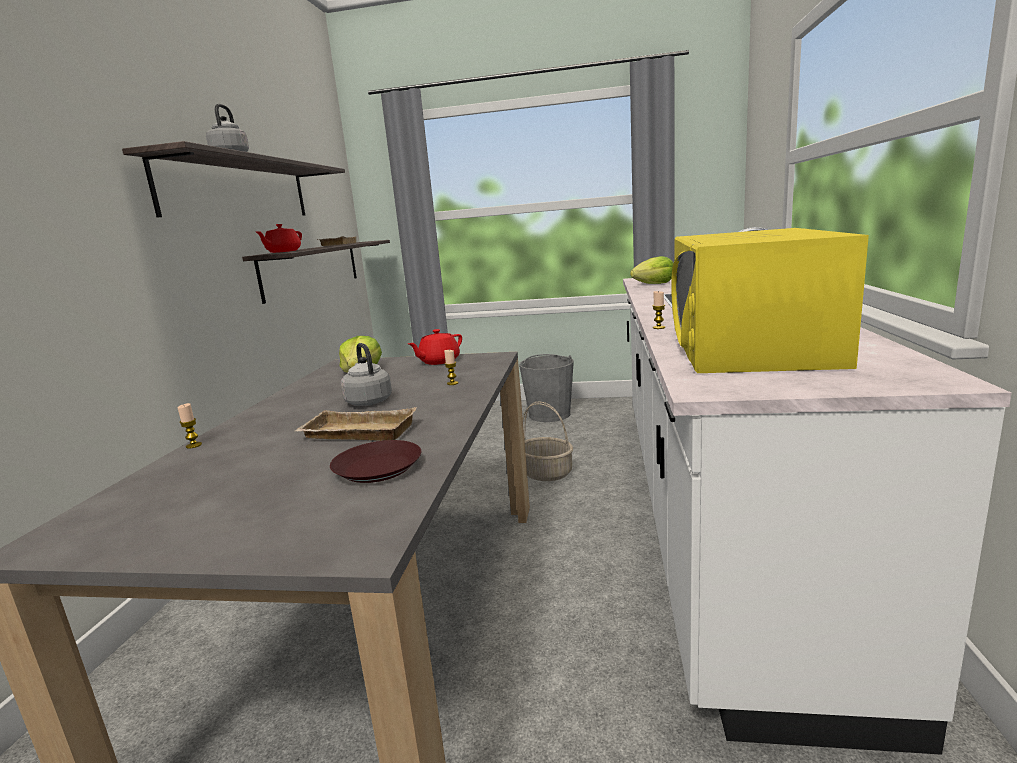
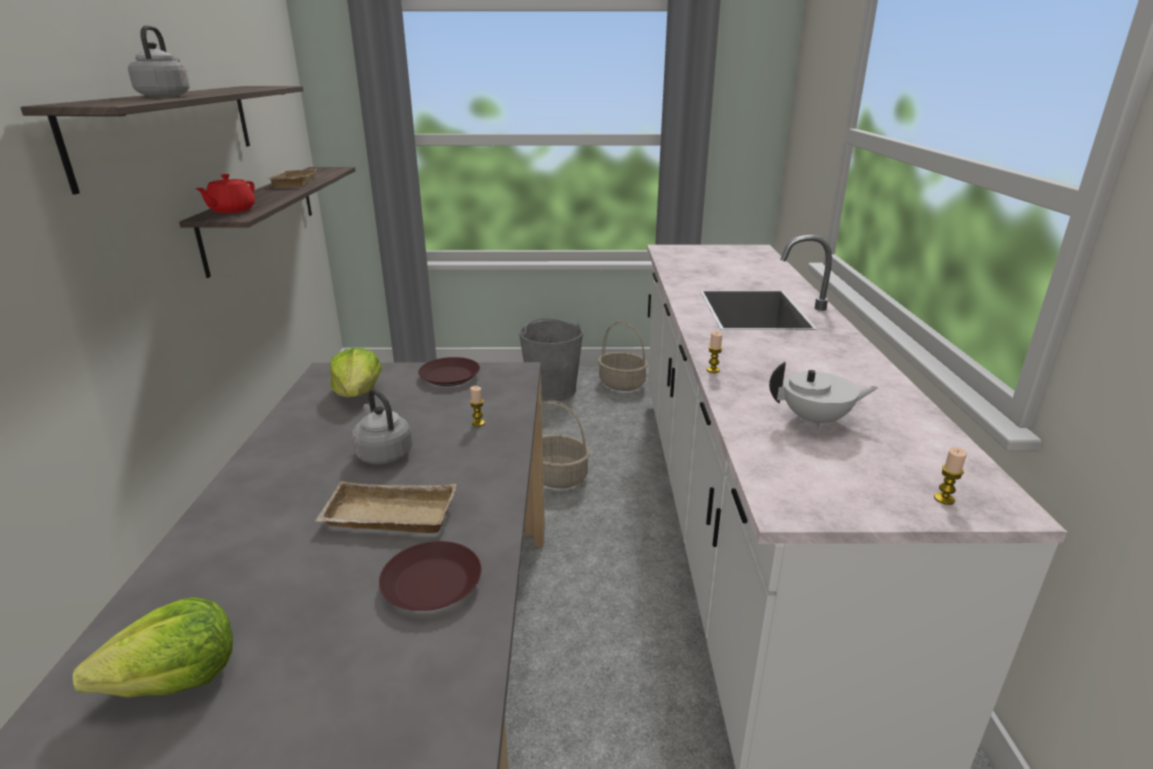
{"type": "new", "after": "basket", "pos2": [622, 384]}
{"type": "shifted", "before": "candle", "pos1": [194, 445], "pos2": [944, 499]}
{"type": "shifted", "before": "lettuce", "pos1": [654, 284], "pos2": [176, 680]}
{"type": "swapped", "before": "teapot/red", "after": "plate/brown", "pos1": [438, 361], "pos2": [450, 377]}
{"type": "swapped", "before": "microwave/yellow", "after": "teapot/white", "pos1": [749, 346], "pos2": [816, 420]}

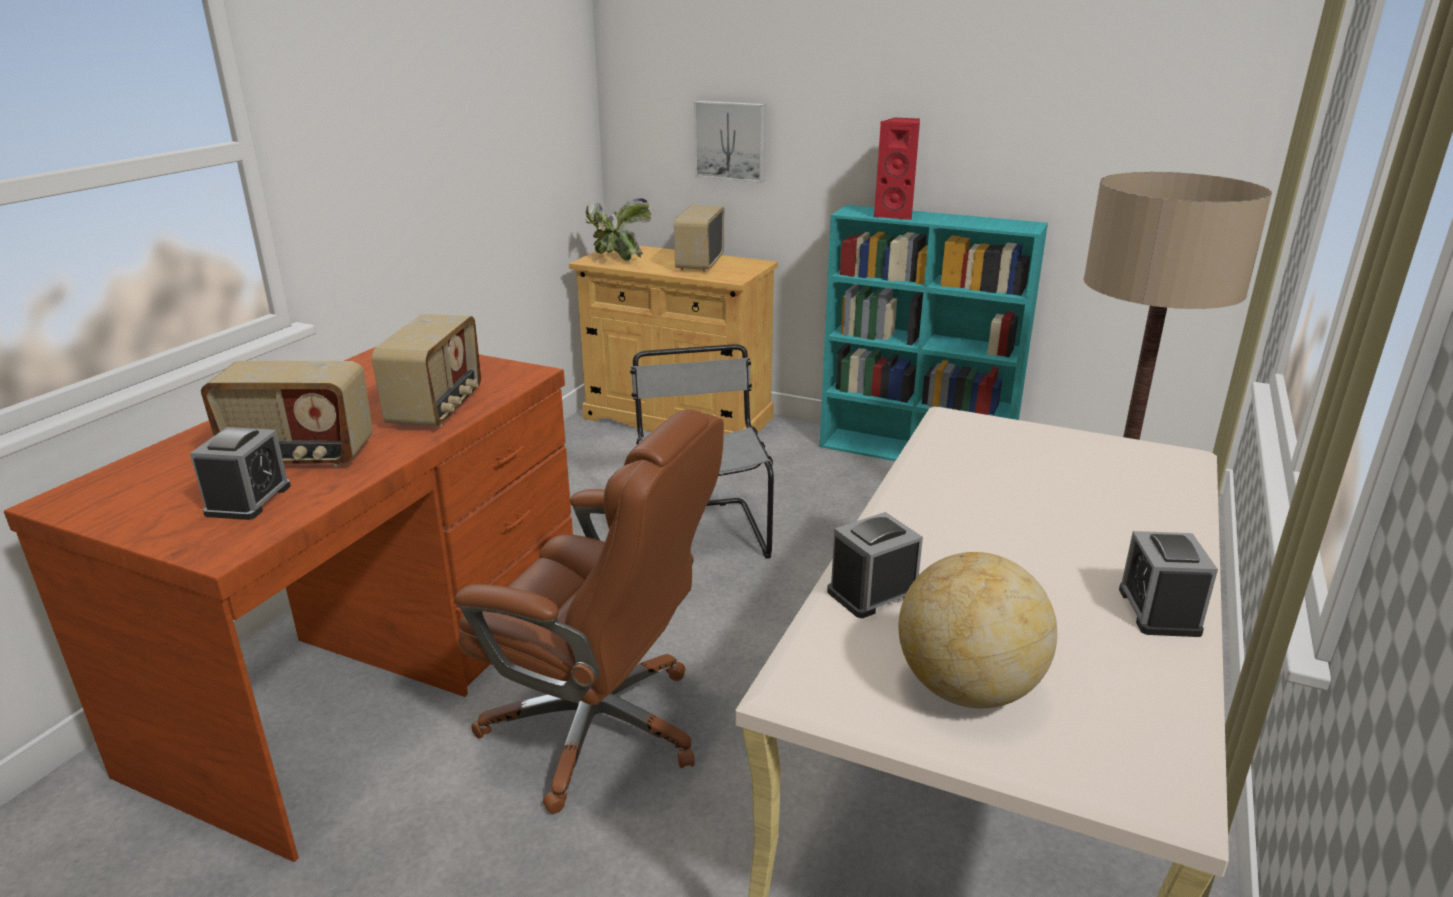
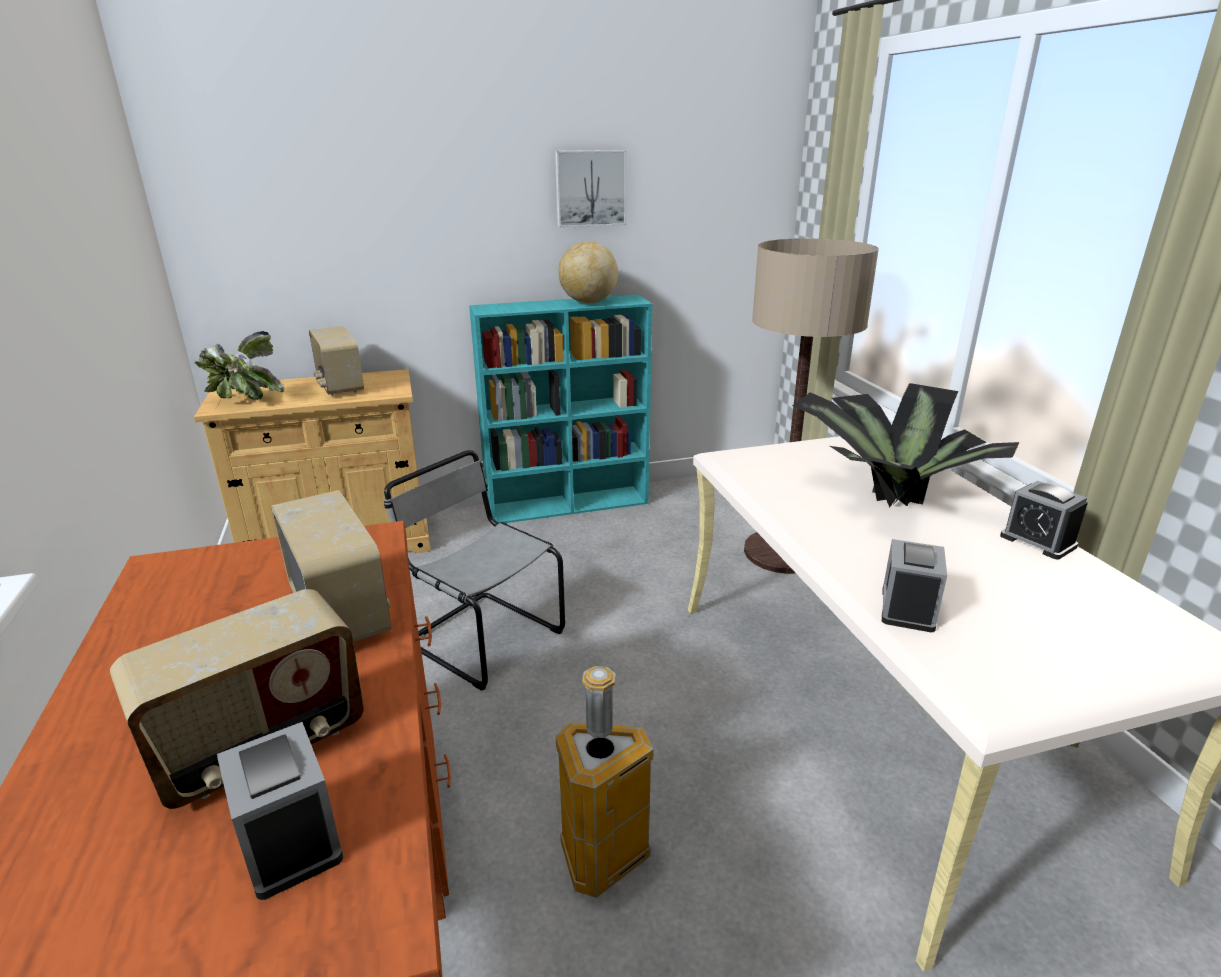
{"type": "gone", "before": "speaker/red", "pos1": [896, 215]}
{"type": "new", "after": "potted plant", "pos2": [888, 492]}
{"type": "shifted", "before": "picture", "pos1": [731, 141], "pos2": [590, 188]}
{"type": "shifted", "before": "globe", "pos1": [967, 689], "pos2": [588, 302]}
{"type": "swapped", "before": "office chair/brown", "after": "trash can", "pos1": [600, 728], "pos2": [604, 859]}

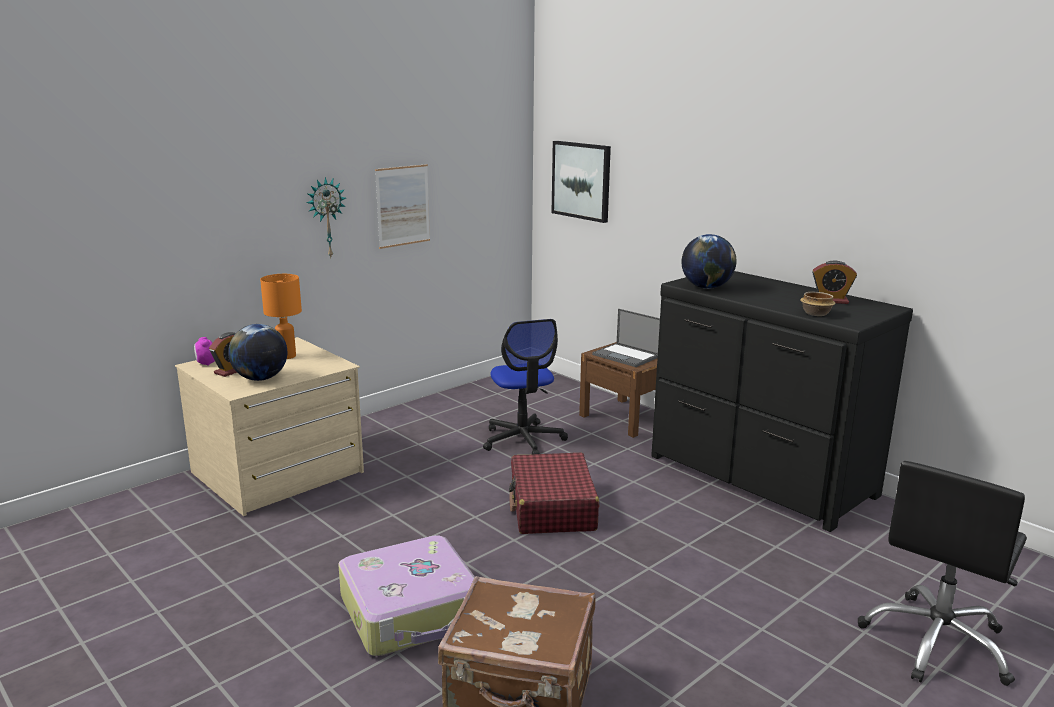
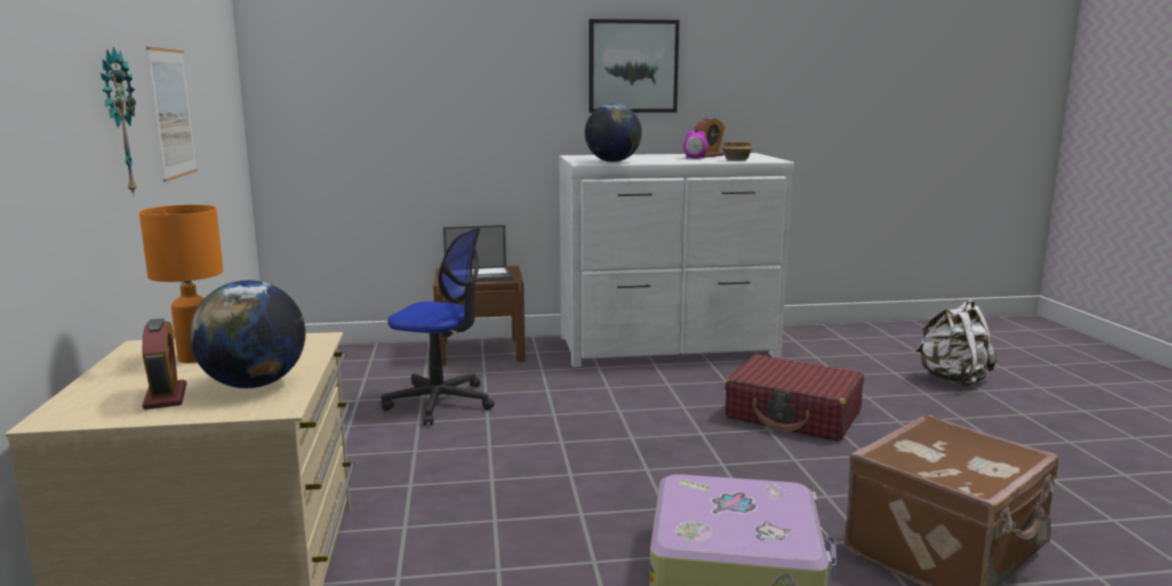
{"type": "shifted", "before": "alarm clock", "pos1": [206, 363], "pos2": [695, 158]}
{"type": "shifted", "before": "suitcase/red", "pos1": [552, 508], "pos2": [793, 415]}
{"type": "shifted", "before": "picture", "pos1": [581, 180], "pos2": [632, 66]}
{"type": "swapped", "before": "office chair/black", "after": "backpack/white", "pos1": [937, 642], "pos2": [952, 380]}
{"type": "repainted", "before": "dresser/black", "after": "dresser/white", "pos1": [759, 477], "pos2": [668, 347]}

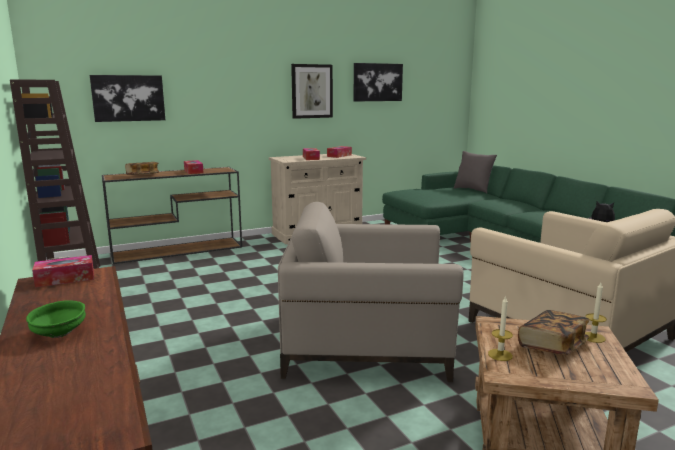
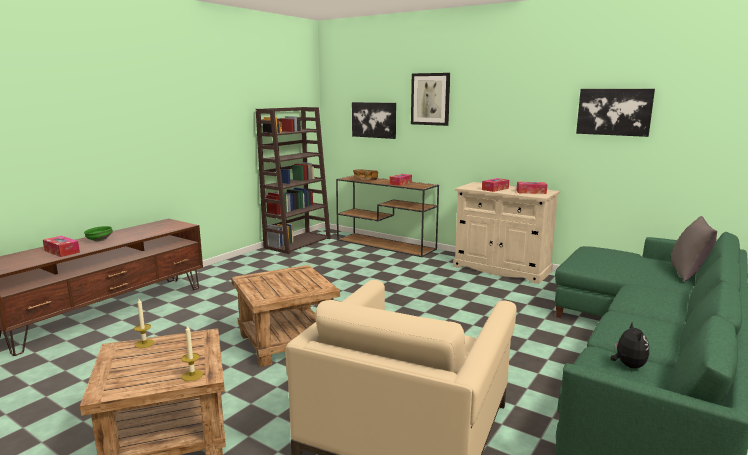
{"type": "gone", "before": "book", "pos1": [552, 346]}
{"type": "shifted", "before": "tissue box", "pos1": [65, 279], "pos2": [62, 251]}
{"type": "shifted", "before": "picture", "pos1": [311, 91], "pos2": [430, 99]}
{"type": "swapped", "before": "armchair/beige", "after": "side table/brown", "pos1": [366, 342], "pos2": [287, 341]}

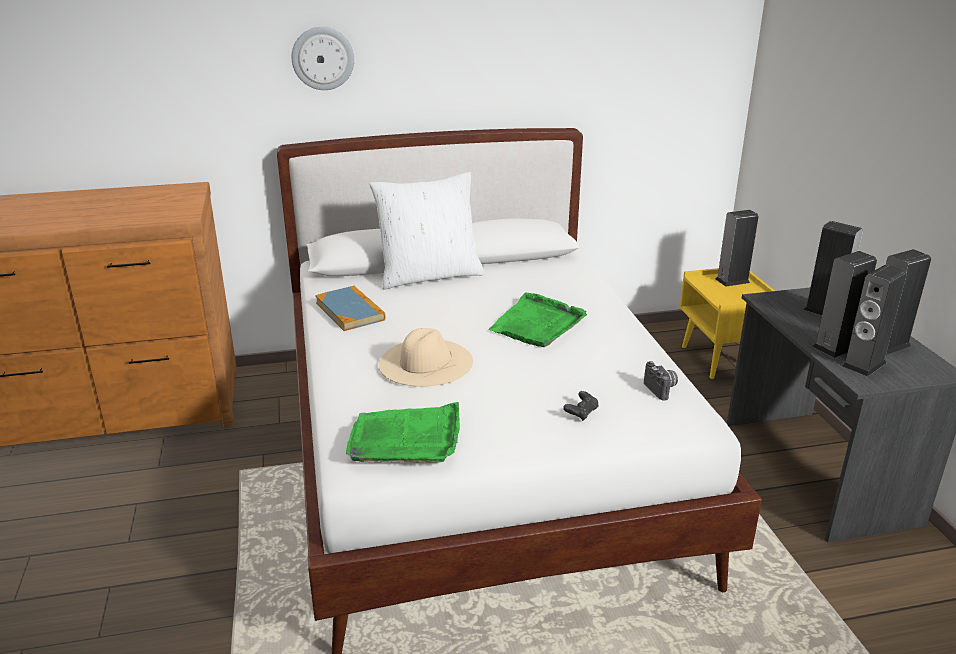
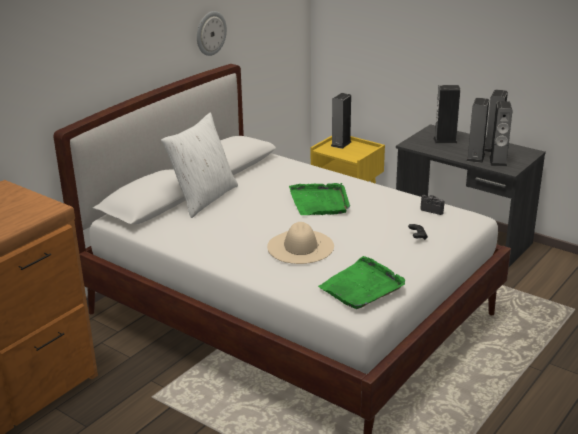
{"type": "gone", "before": "book", "pos1": [350, 311]}
{"type": "shifted", "before": "wall clock", "pos1": [323, 58], "pos2": [210, 33]}

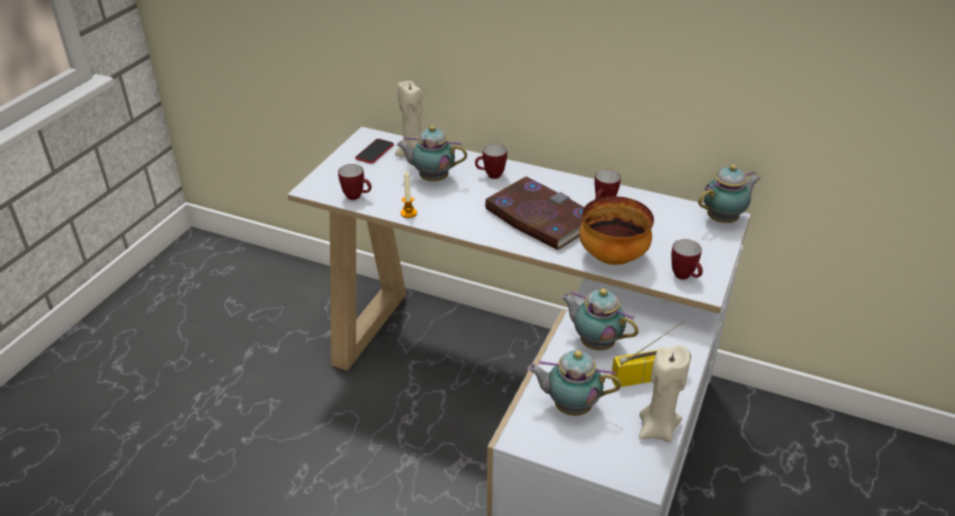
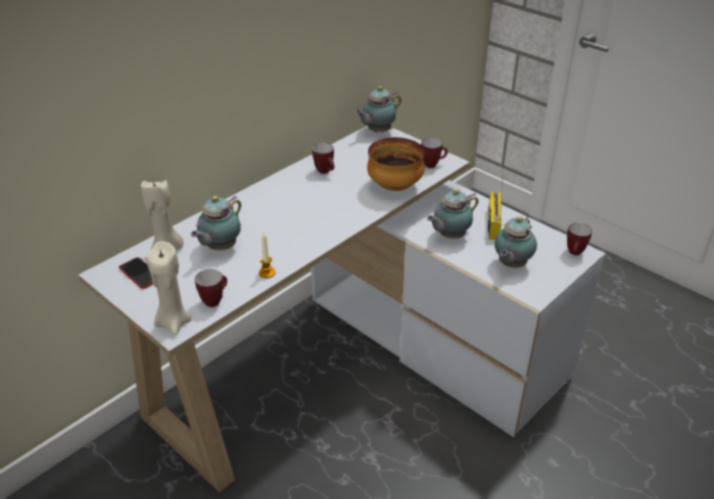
{"type": "gone", "before": "book", "pos1": [539, 217]}
{"type": "shifted", "before": "mug", "pos1": [490, 176], "pos2": [575, 254]}
{"type": "shifted", "before": "candle/beige", "pos1": [657, 429], "pos2": [173, 322]}
{"type": "rotated", "before": "teapot", "pos1": [724, 219], "pos2": [377, 131], "turn": -120}

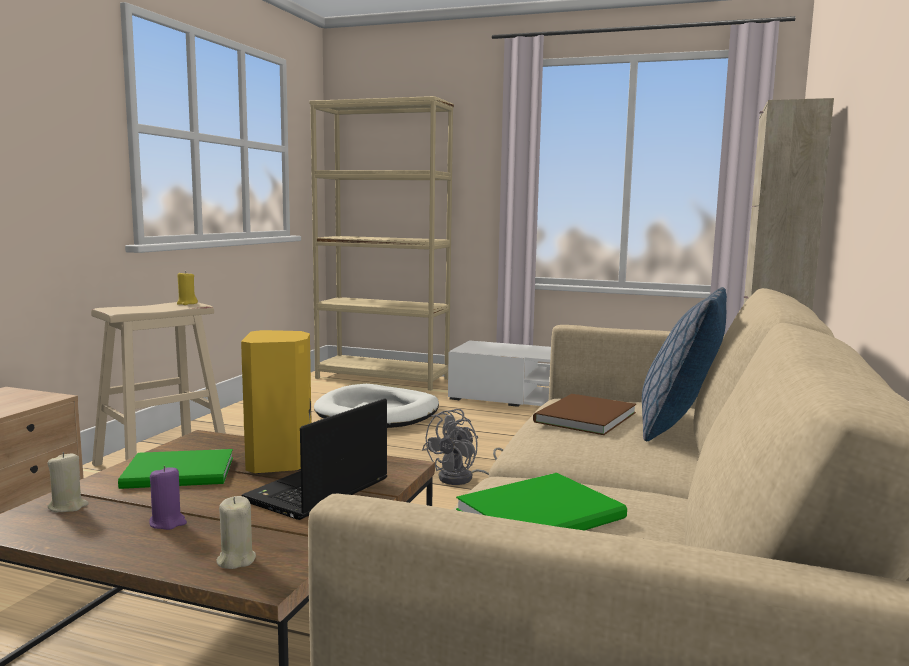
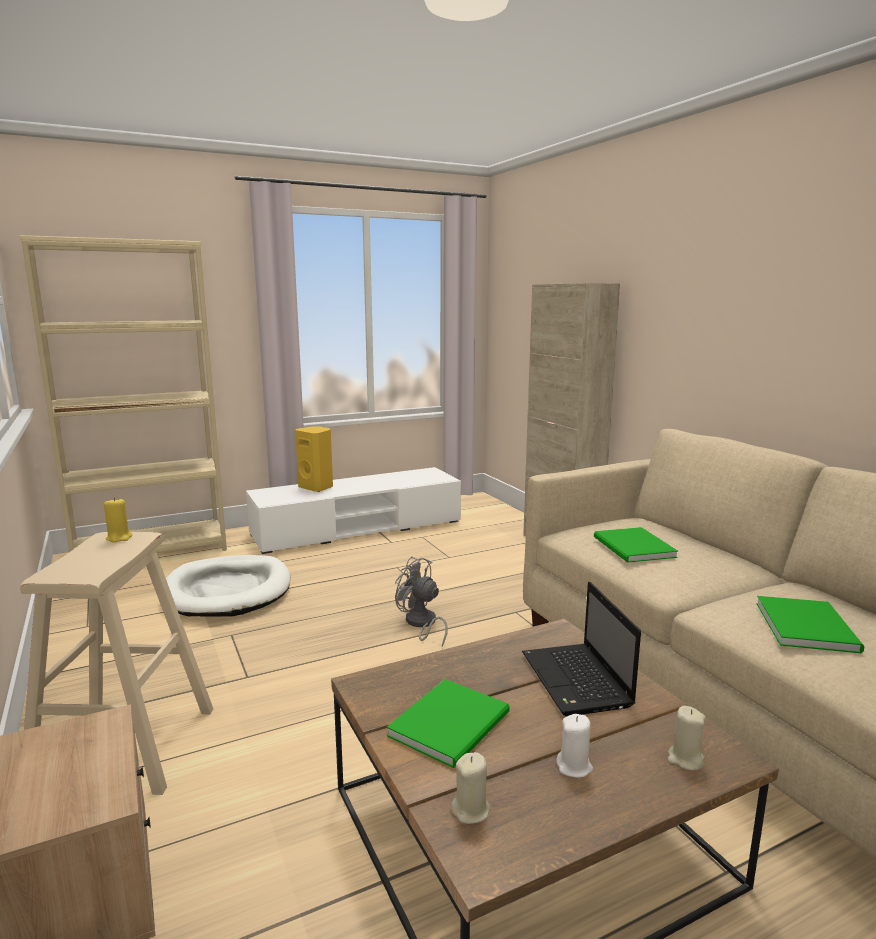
{"type": "gone", "before": "pillow", "pos1": [679, 426]}
{"type": "shifted", "before": "speaker/yellow", "pos1": [280, 463], "pos2": [317, 487]}
{"type": "repainted", "before": "candle/purple", "after": "candle/white", "pos1": [168, 523], "pos2": [574, 767]}
{"type": "repainted", "before": "book/brown", "after": "book/green", "pos1": [582, 417], "pos2": [633, 548]}
{"type": "rotated", "before": "fan/grey", "pos1": [463, 479], "pos2": [421, 624], "turn": 135}

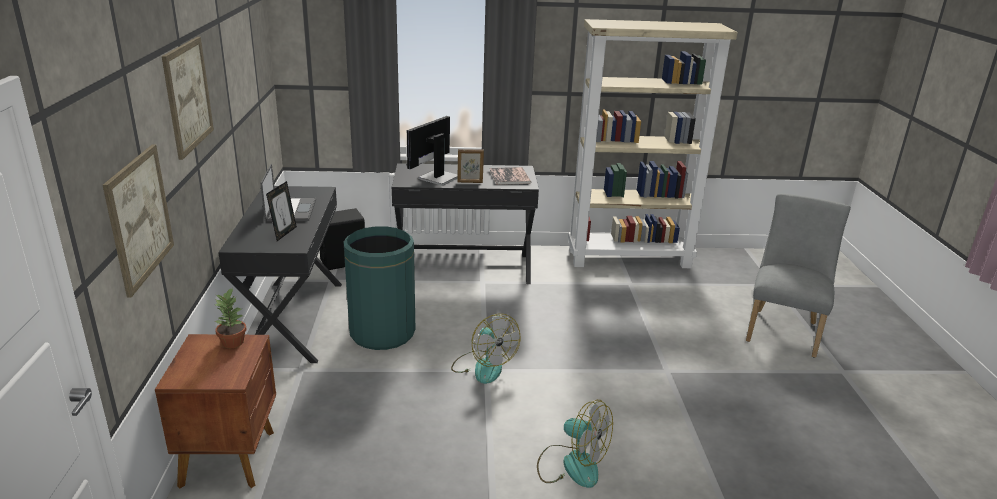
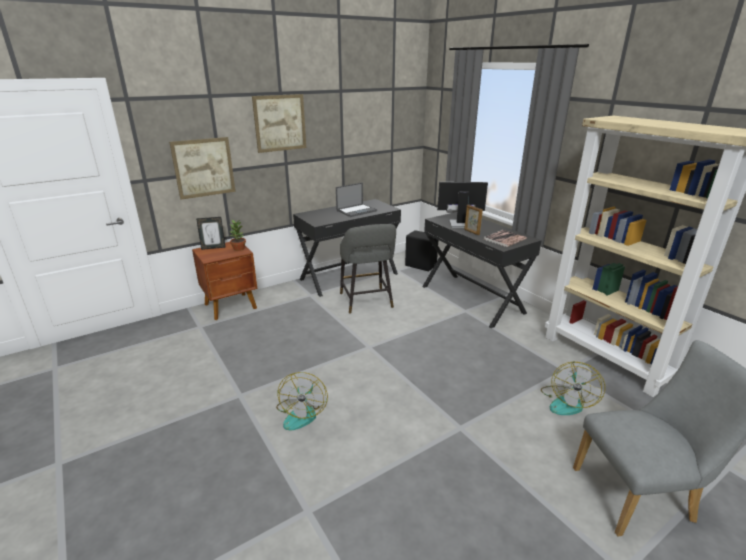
{"type": "shifted", "before": "picture frame", "pos1": [284, 233], "pos2": [213, 247]}
{"type": "shifted", "before": "fan", "pos1": [483, 366], "pos2": [567, 402]}
{"type": "swapped", "before": "trash can/green", "after": "stool/grey", "pos1": [382, 333], "pos2": [367, 302]}

